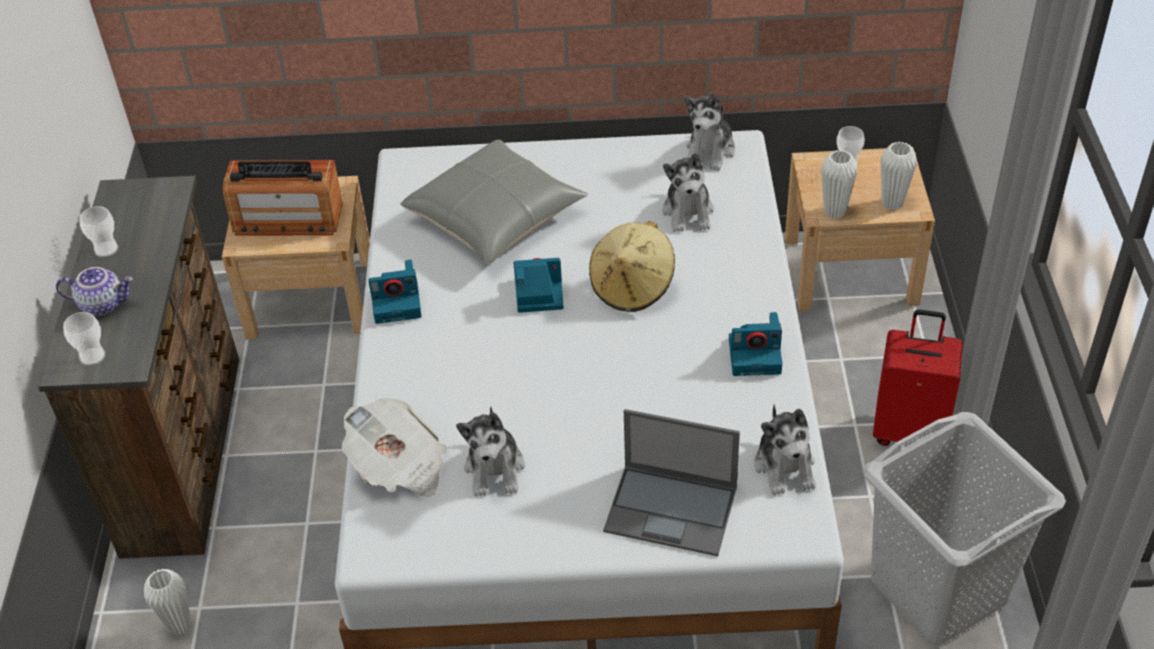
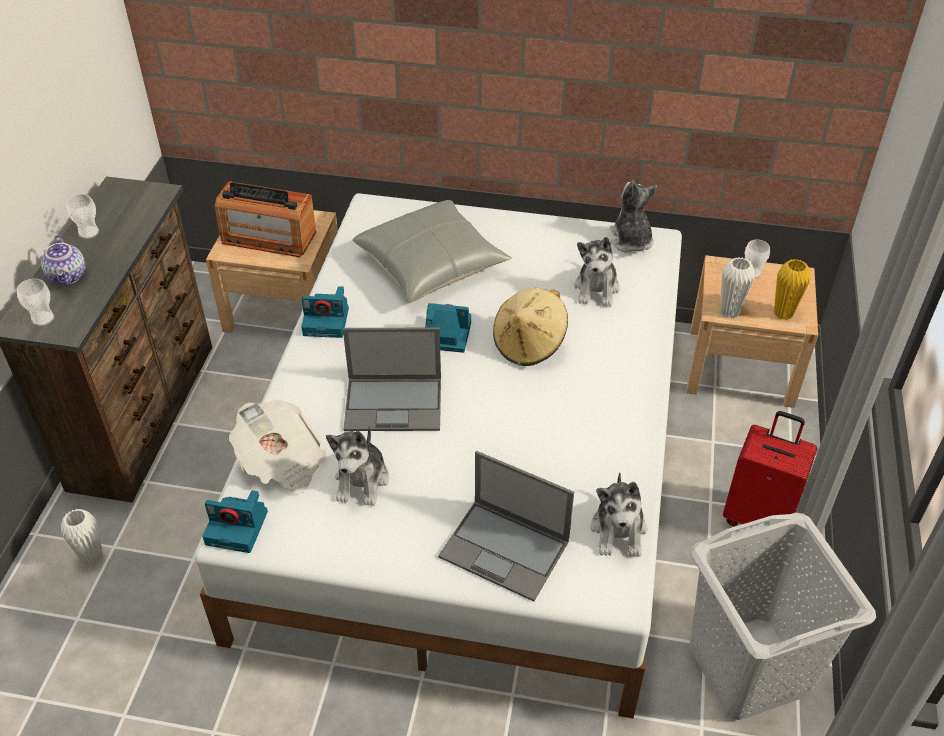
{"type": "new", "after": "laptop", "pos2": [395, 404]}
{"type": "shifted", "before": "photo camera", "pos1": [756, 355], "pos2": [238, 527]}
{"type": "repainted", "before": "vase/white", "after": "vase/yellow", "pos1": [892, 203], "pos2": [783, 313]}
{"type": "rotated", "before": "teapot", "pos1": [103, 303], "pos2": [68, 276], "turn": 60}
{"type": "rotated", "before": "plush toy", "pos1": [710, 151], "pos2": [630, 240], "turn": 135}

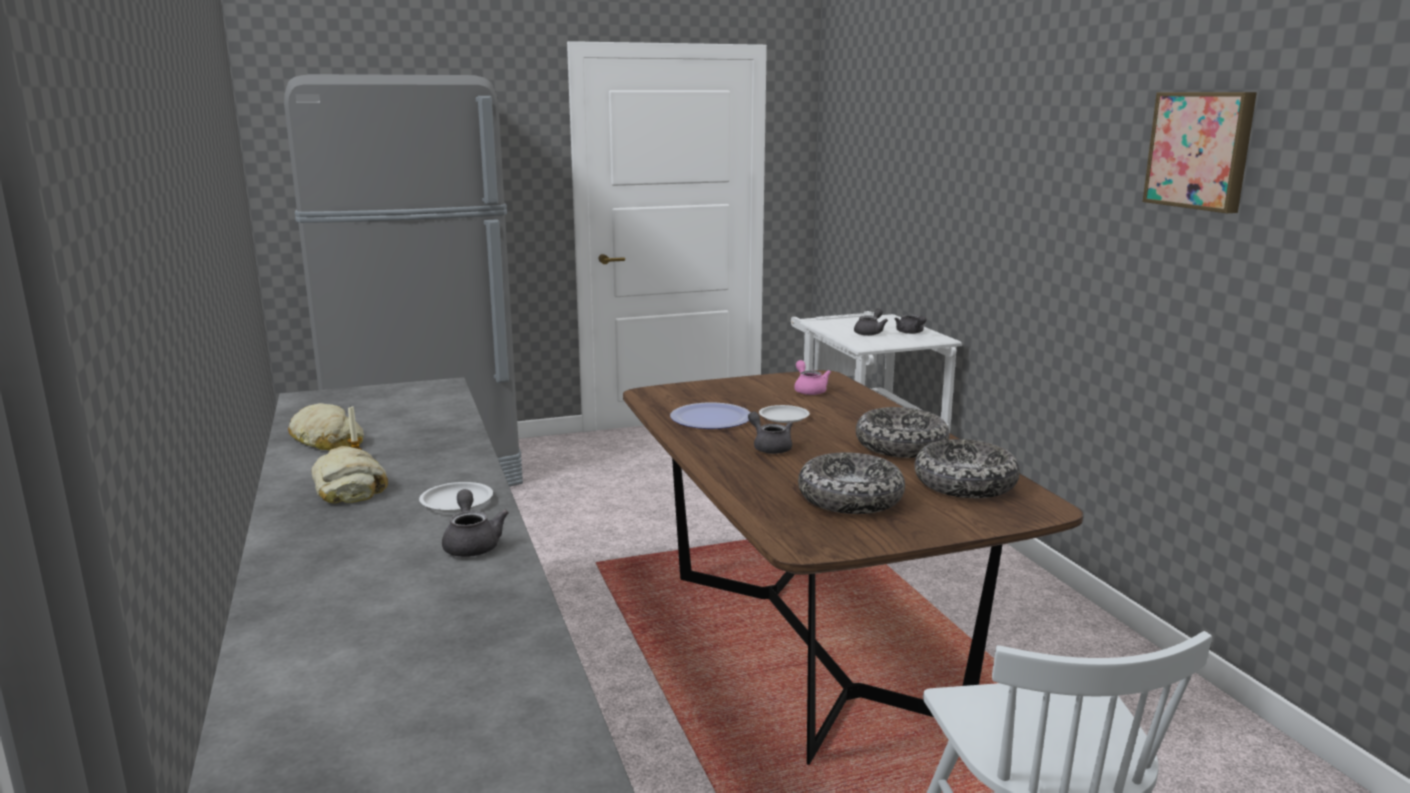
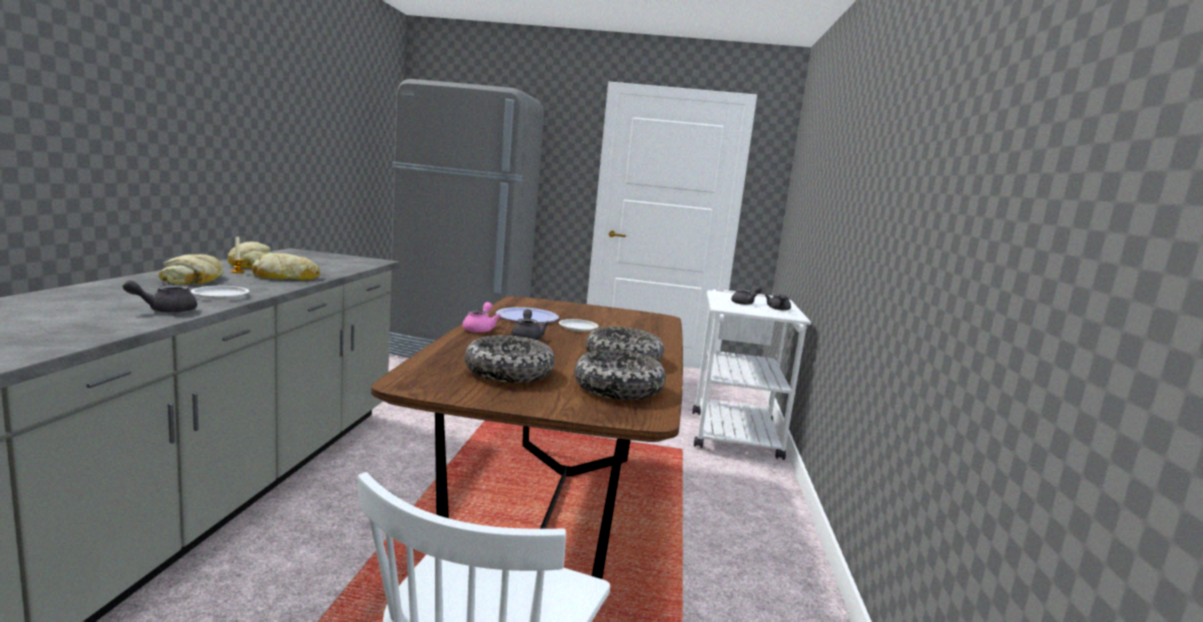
{"type": "gone", "before": "picture", "pos1": [1201, 150]}
{"type": "new", "after": "bread", "pos2": [286, 276]}
{"type": "shifted", "before": "teapot/pink", "pos1": [809, 390], "pos2": [480, 329]}
{"type": "rotated", "before": "teapot/grey", "pos1": [472, 544], "pos2": [165, 310], "turn": -135}

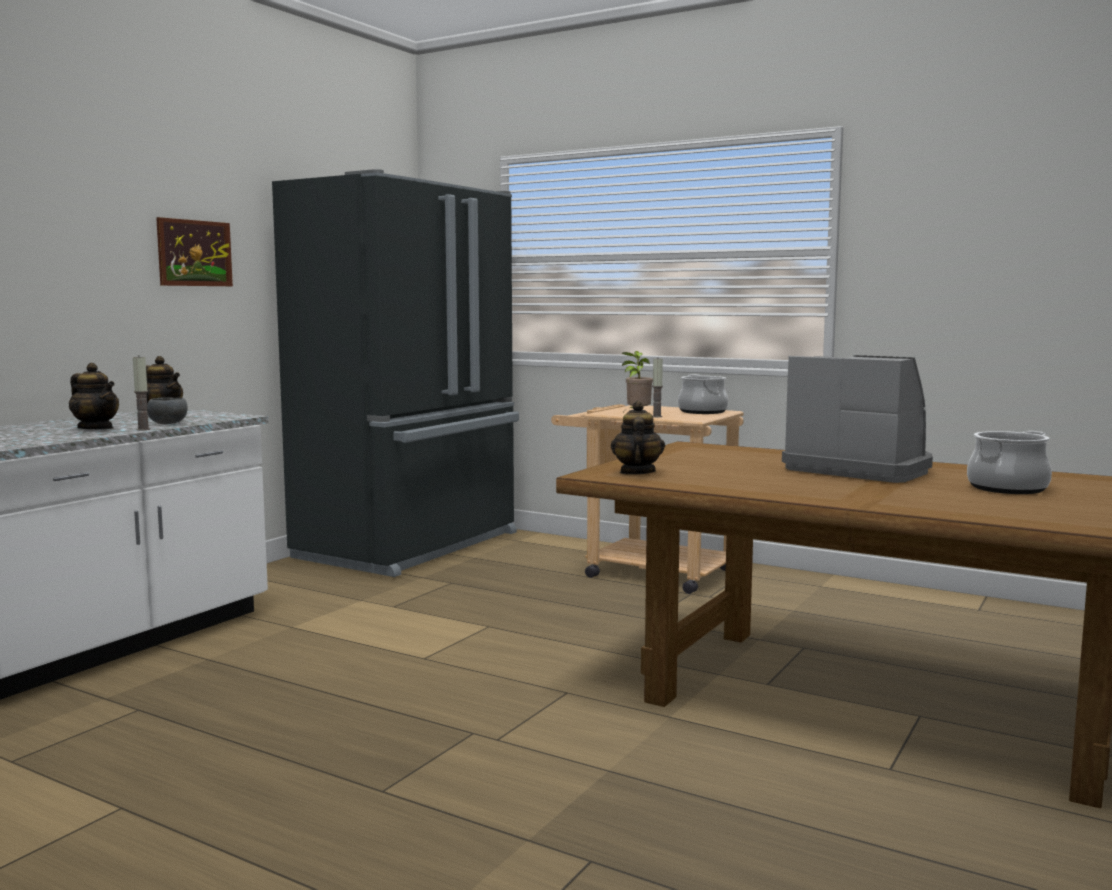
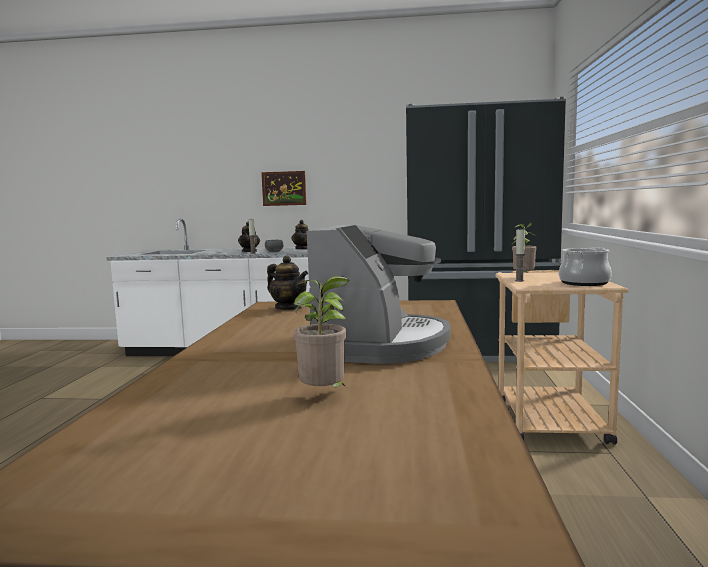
{"type": "shifted", "before": "picture", "pos1": [194, 253], "pos2": [284, 188]}
{"type": "swapped", "before": "cooking pot", "after": "potted plant", "pos1": [1007, 488], "pos2": [325, 396]}
{"type": "rotated", "before": "teapot", "pos1": [636, 472], "pos2": [288, 308], "turn": 60}

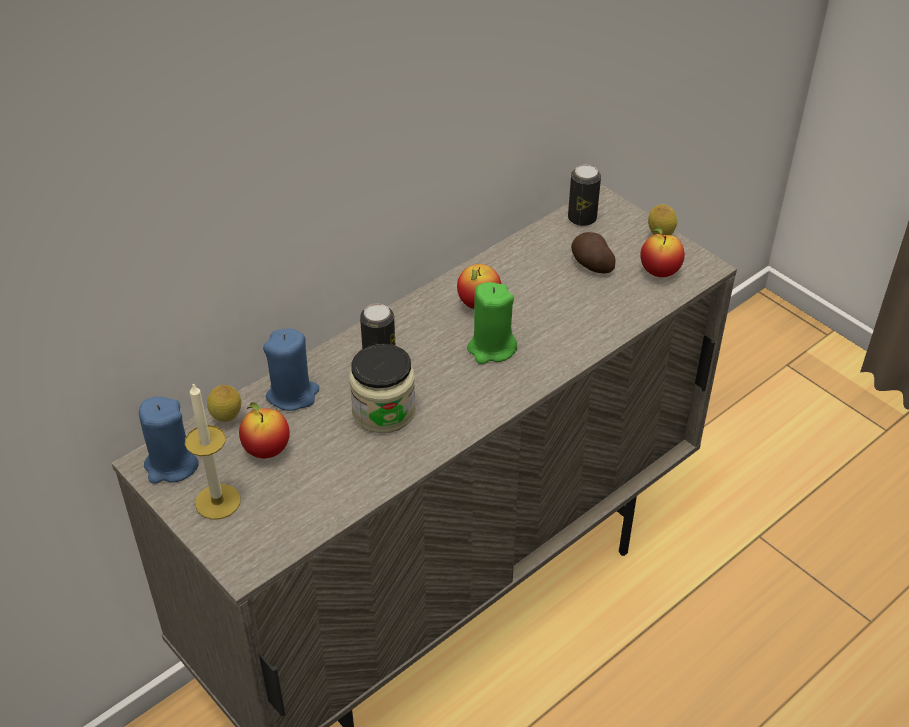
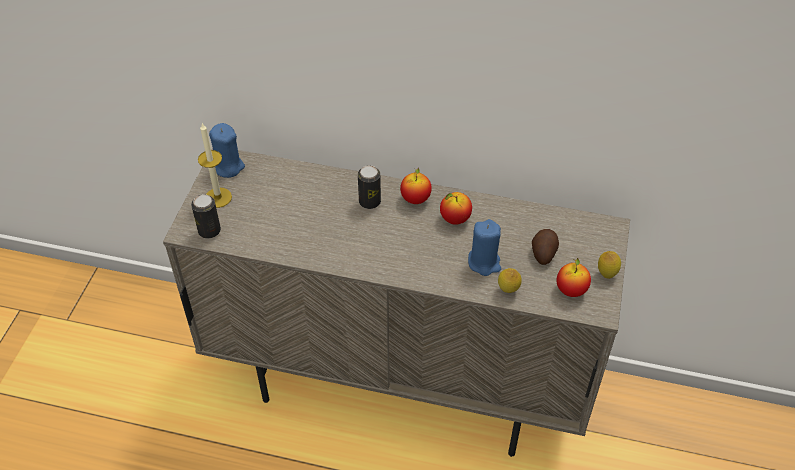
{"type": "gone", "before": "jar", "pos1": [383, 411]}
{"type": "gone", "before": "candle/green", "pos1": [491, 348]}
{"type": "shifted", "before": "lemon", "pos1": [227, 419], "pos2": [508, 290]}
{"type": "shifted", "before": "apple", "pos1": [266, 450], "pos2": [415, 199]}
{"type": "shifted", "before": "candle/blue", "pos1": [293, 394], "pos2": [484, 262]}
{"type": "shifted", "before": "can", "pos1": [582, 218], "pos2": [209, 231]}

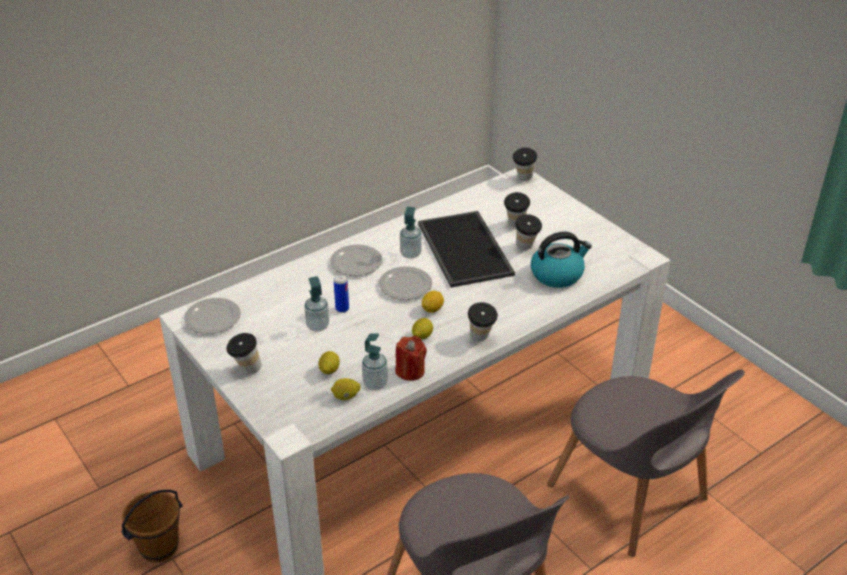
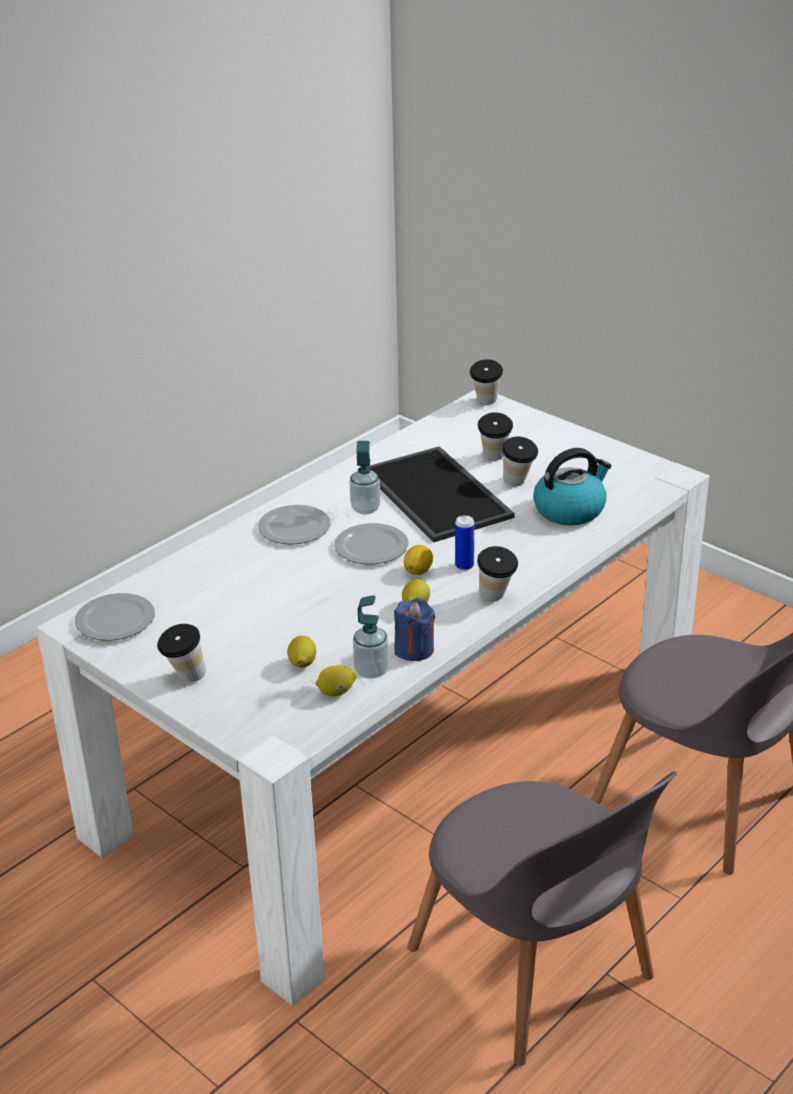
{"type": "gone", "before": "bucket/brown", "pos1": [159, 547]}
{"type": "gone", "before": "soap dispenser", "pos1": [317, 326]}
{"type": "shifted", "before": "can", "pos1": [342, 309], "pos2": [464, 566]}
{"type": "repainted", "before": "candle/red", "after": "candle/blue", "pos1": [410, 371], "pos2": [414, 649]}

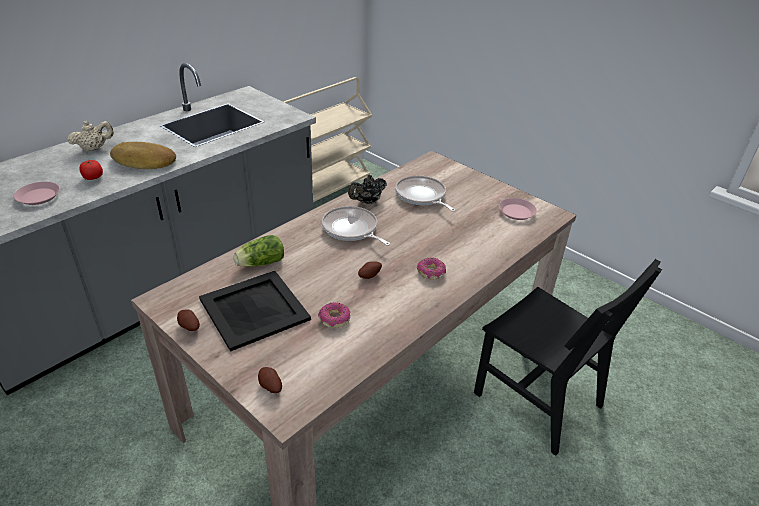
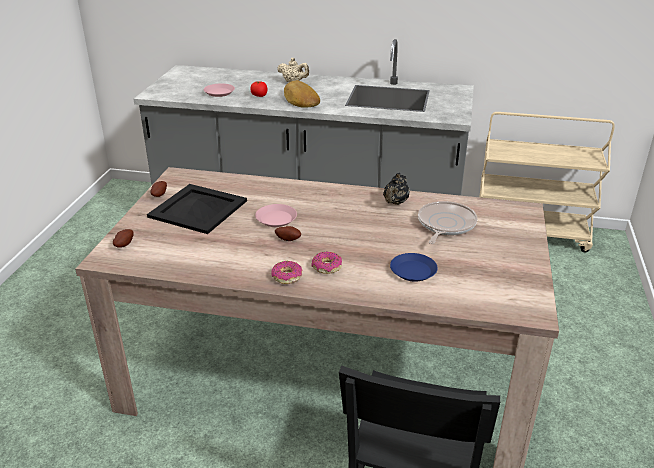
{"type": "gone", "before": "lettuce", "pos1": [259, 263]}
{"type": "gone", "before": "frying pan", "pos1": [351, 230]}
{"type": "new", "after": "plate/blue", "pos2": [413, 271]}
{"type": "shifted", "before": "donut", "pos1": [334, 319], "pos2": [287, 277]}
{"type": "shifted", "before": "plate/pink", "pos1": [516, 212], "pos2": [276, 219]}
{"type": "rotated", "before": "teapot/black", "pos1": [367, 202], "pos2": [395, 202], "turn": -90}

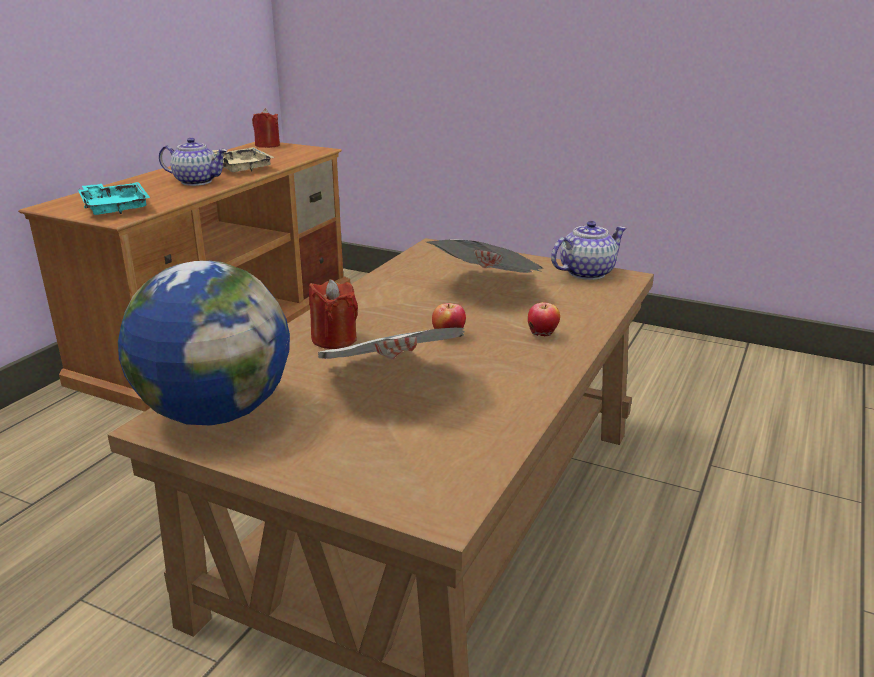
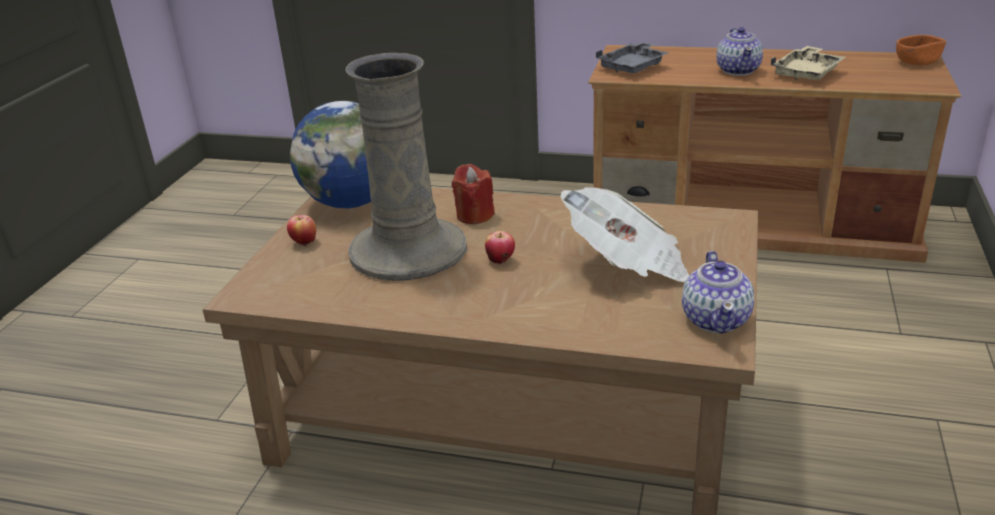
{"type": "shifted", "before": "apple", "pos1": [542, 335], "pos2": [304, 243]}
{"type": "swapped", "before": "candle/red", "after": "bowl/orange", "pos1": [267, 145], "pos2": [917, 62]}
{"type": "swapped", "before": "newspaper", "after": "vase/beige", "pos1": [391, 381], "pos2": [408, 250]}
{"type": "repainted", "before": "tray/turquoise", "after": "tray/grey", "pos1": [115, 208], "pos2": [633, 67]}
{"type": "rotated", "before": "teapot", "pos1": [586, 273], "pos2": [716, 319], "turn": 45}

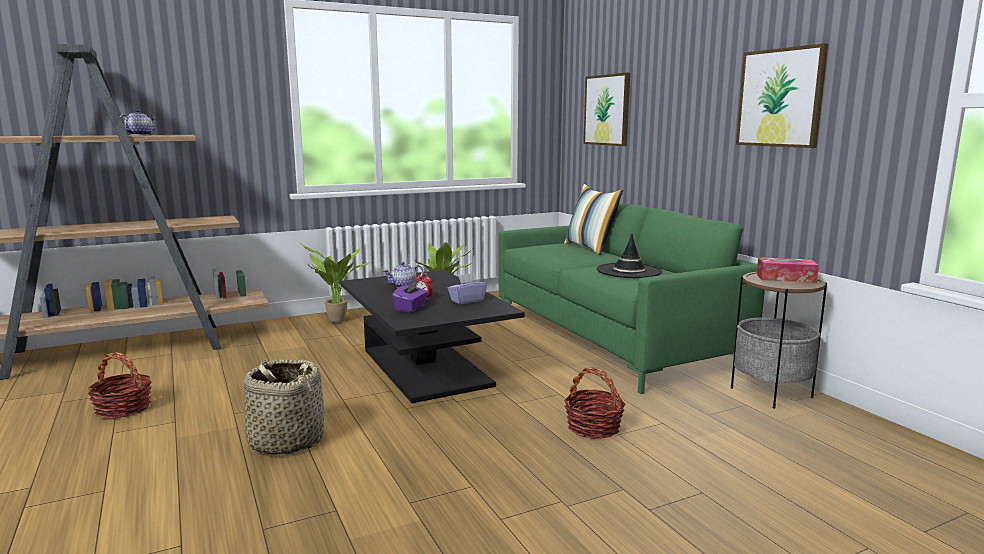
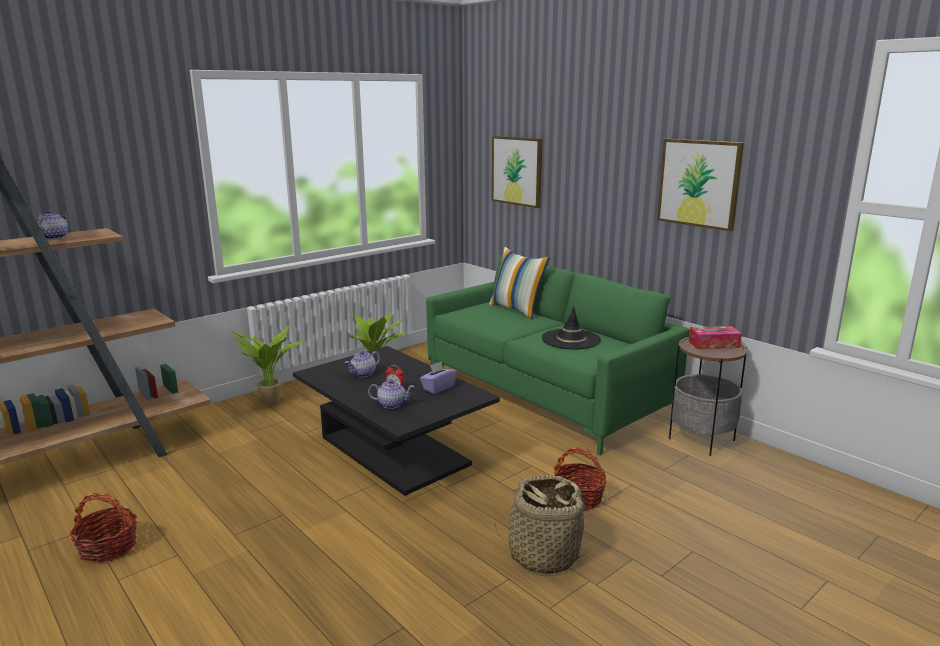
{"type": "shifted", "before": "basket", "pos1": [286, 441], "pos2": [543, 555]}
{"type": "swapped", "before": "tissue box/purple", "after": "teapot", "pos1": [411, 308], "pos2": [392, 404]}

